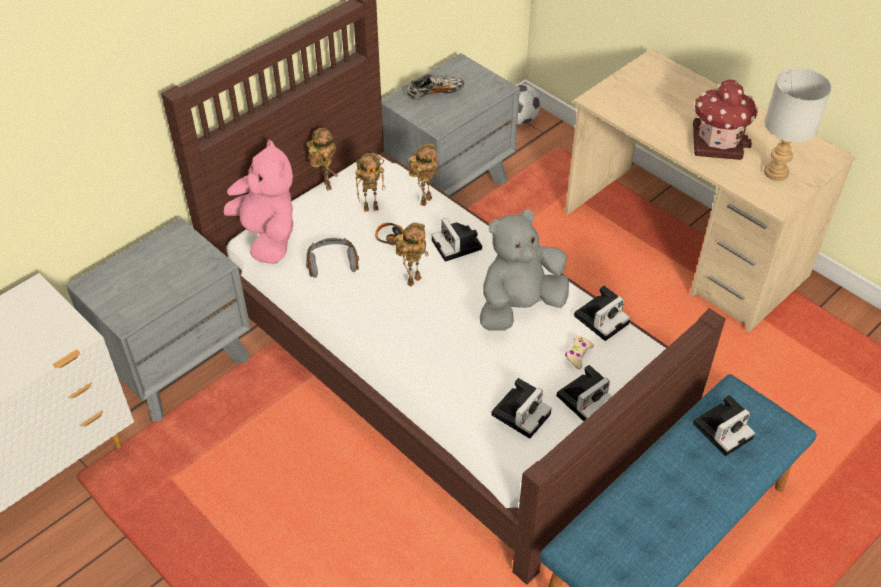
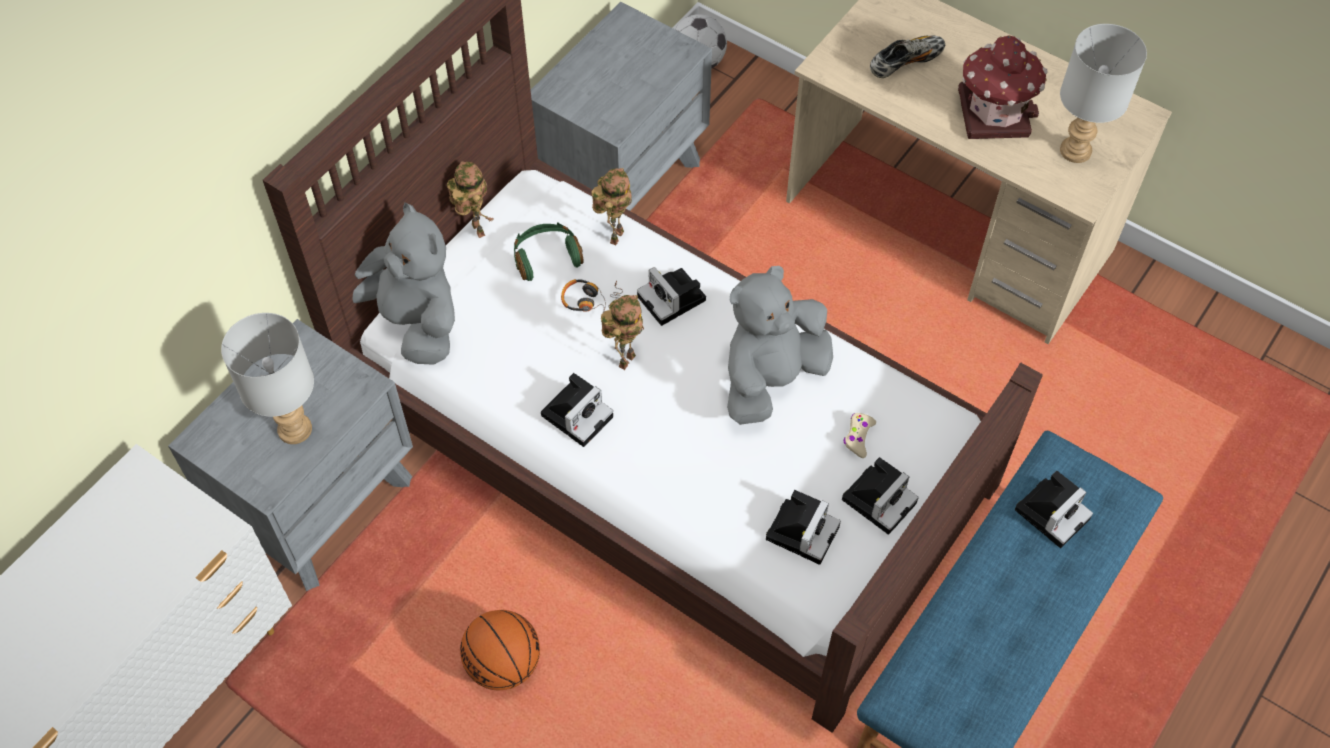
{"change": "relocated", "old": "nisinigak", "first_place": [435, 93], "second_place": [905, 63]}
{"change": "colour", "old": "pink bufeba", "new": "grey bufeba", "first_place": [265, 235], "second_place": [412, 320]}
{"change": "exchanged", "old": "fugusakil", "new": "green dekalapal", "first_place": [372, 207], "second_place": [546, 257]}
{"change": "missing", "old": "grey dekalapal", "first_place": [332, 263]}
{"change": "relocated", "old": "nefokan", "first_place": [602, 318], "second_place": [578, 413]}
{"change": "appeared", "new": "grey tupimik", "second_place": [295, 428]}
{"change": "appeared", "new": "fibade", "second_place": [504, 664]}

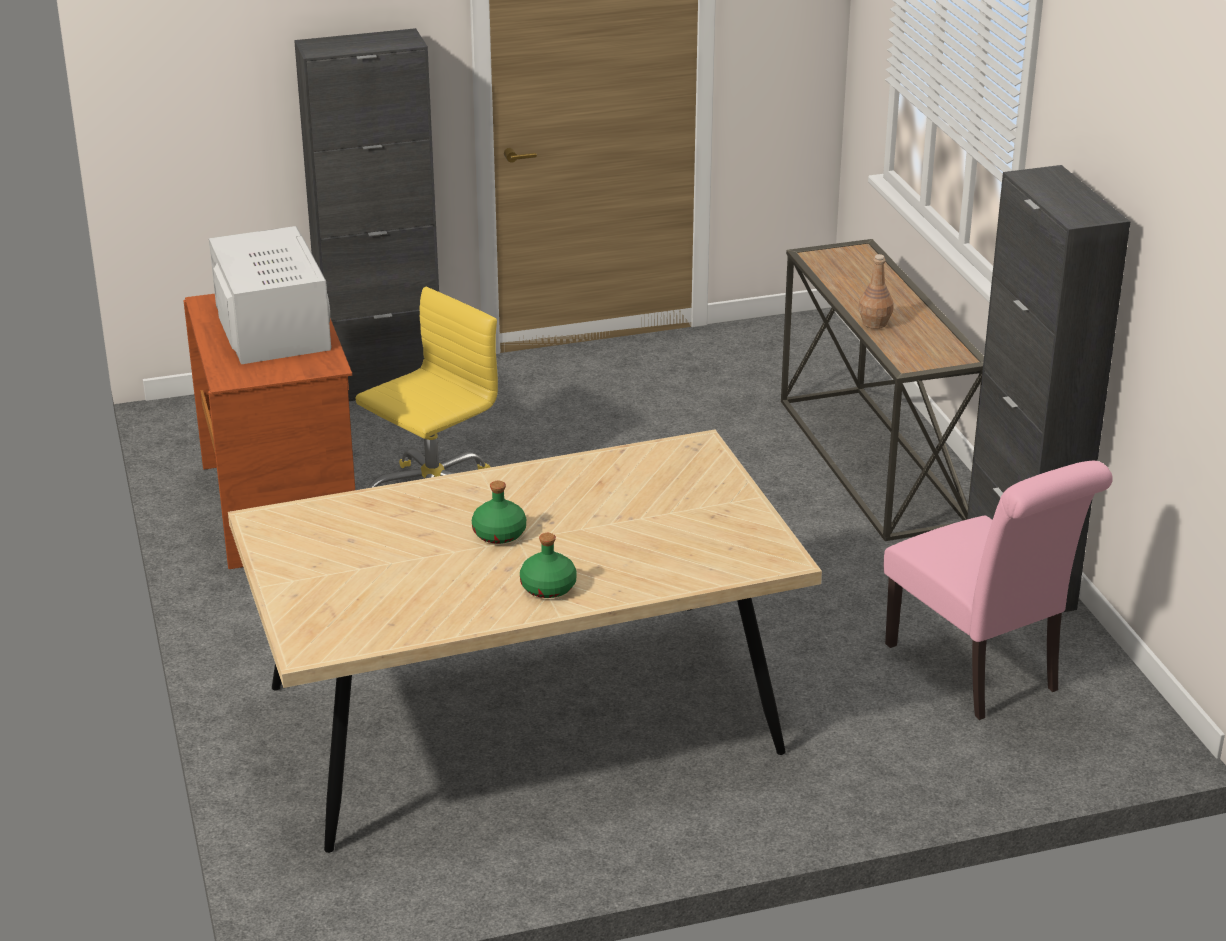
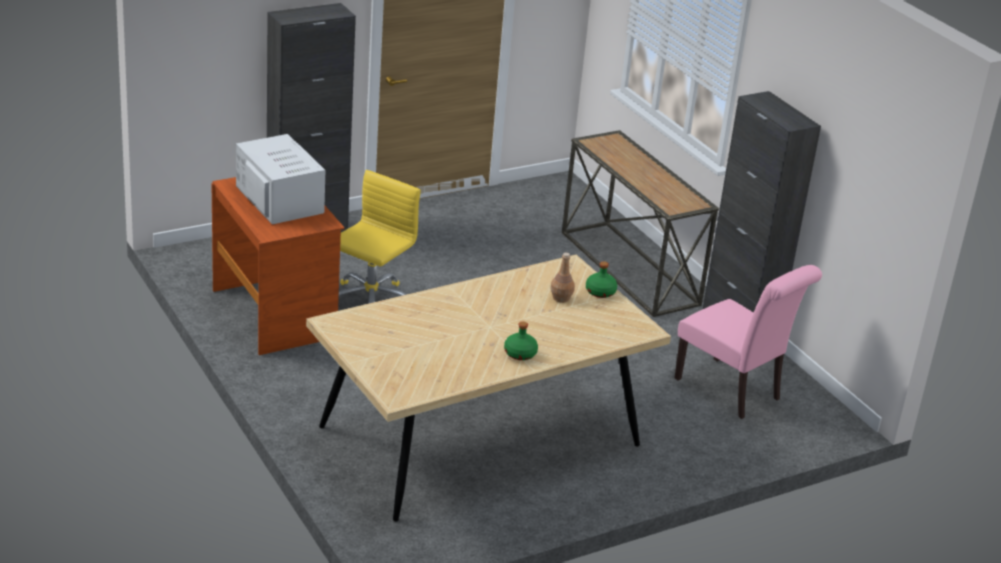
{"change": "relocated", "old": "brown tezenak", "first_place": [875, 323], "second_place": [561, 298]}
{"change": "relocated", "old": "green tezenak", "first_place": [499, 534], "second_place": [600, 292]}

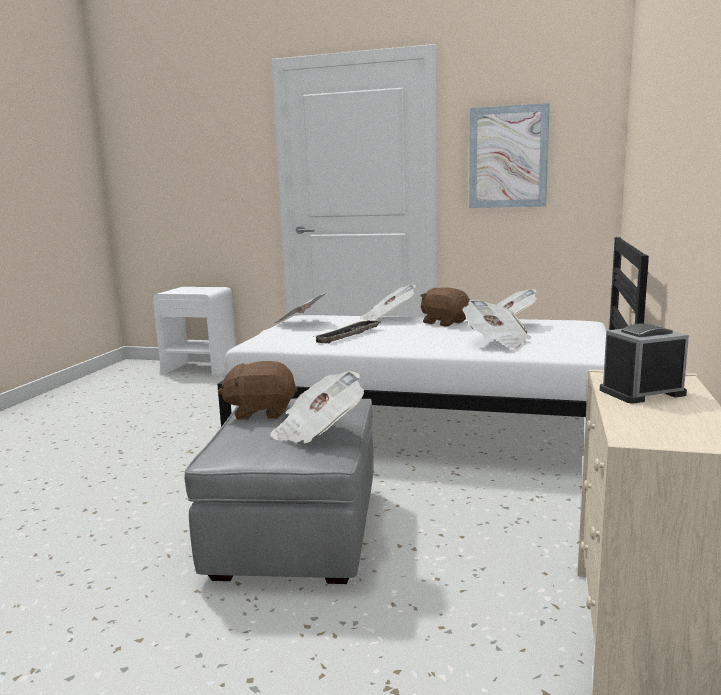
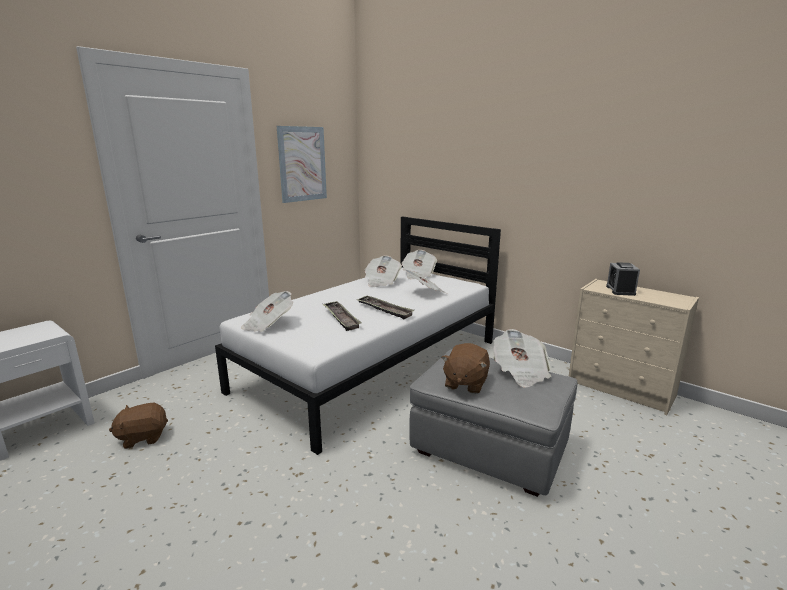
{"change": "relocated", "old": "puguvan", "first_place": [388, 318], "second_place": [418, 274]}
{"change": "relocated", "old": "brown bufeba", "first_place": [444, 322], "second_place": [143, 437]}
{"change": "appeared", "new": "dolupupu", "second_place": [384, 310]}

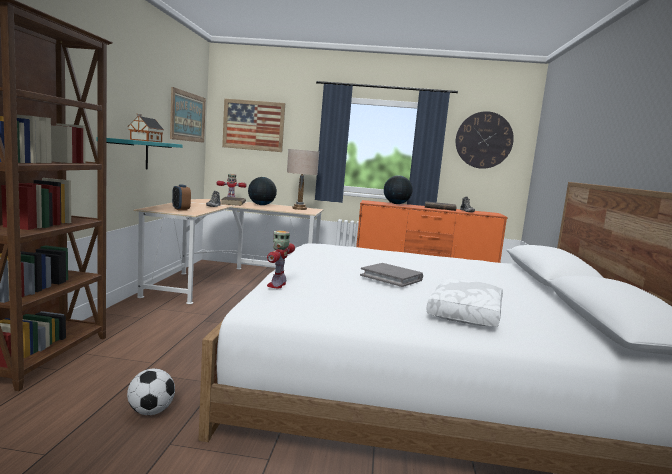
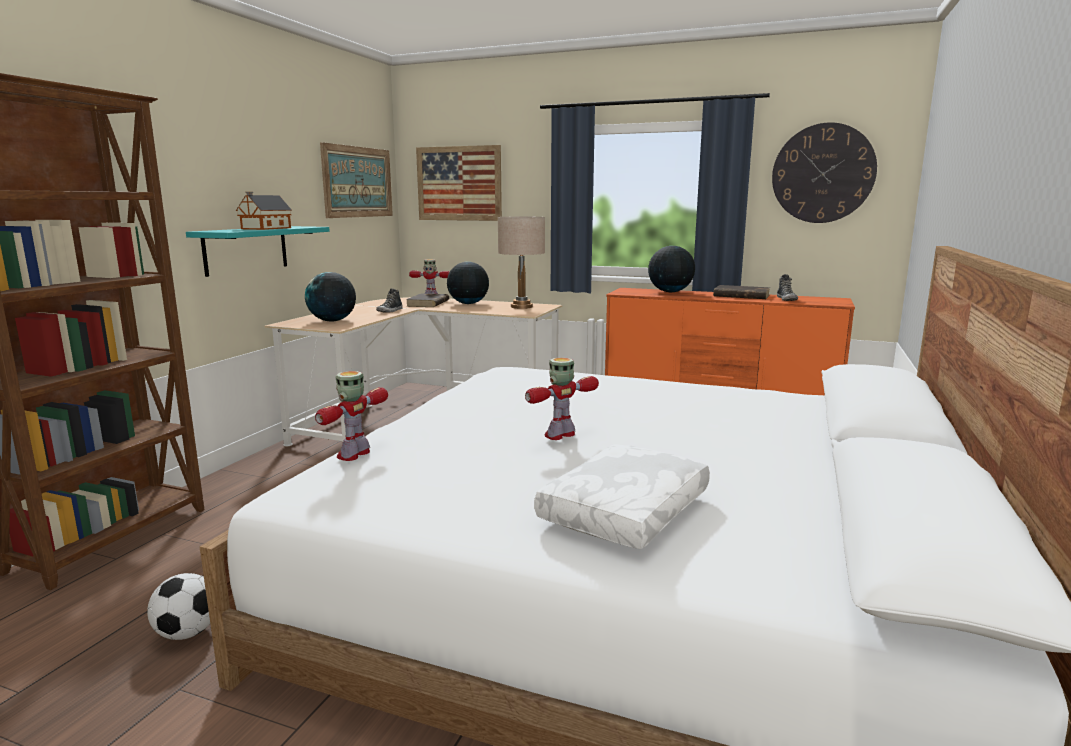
{"change": "exchanged", "old": "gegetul", "new": "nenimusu", "first_place": [181, 209], "second_place": [332, 321]}
{"change": "exchanged", "old": "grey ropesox", "new": "fugusakil", "first_place": [391, 277], "second_place": [560, 435]}

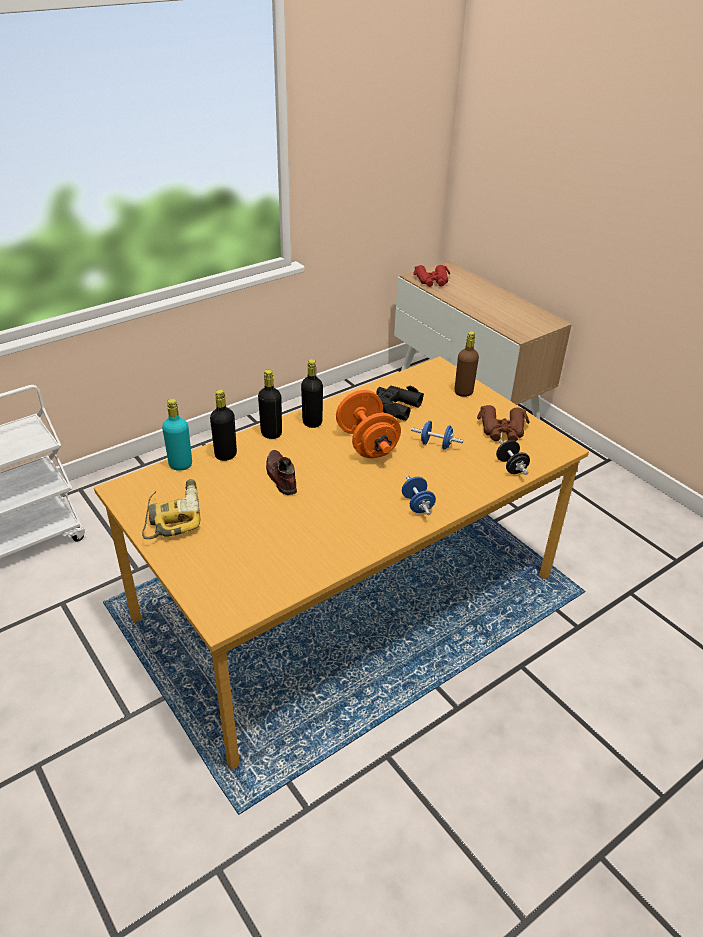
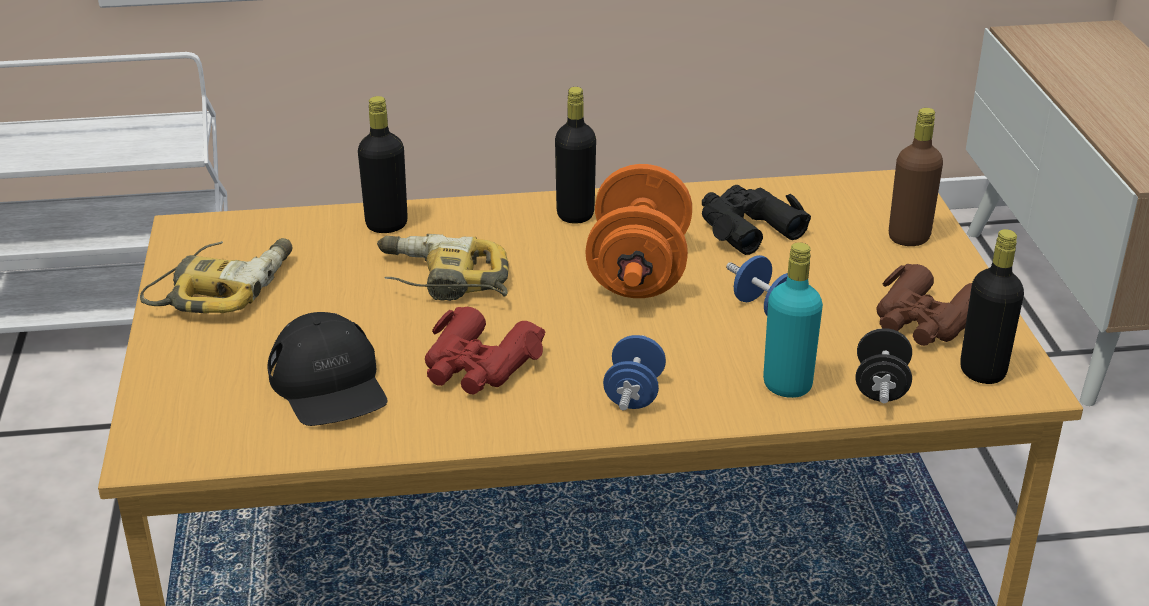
{"change": "relocated", "old": "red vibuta", "first_place": [432, 281], "second_place": [478, 366]}
{"change": "relocated", "old": "black tezenak", "first_place": [271, 433], "second_place": [982, 372]}
{"change": "relocated", "old": "turquoise tezenak", "first_place": [180, 465], "second_place": [787, 386]}
{"change": "exchanged", "old": "brown nisinigak", "new": "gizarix", "first_place": [281, 477], "second_place": [442, 281]}
{"change": "appeared", "new": "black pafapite", "second_place": [329, 384]}

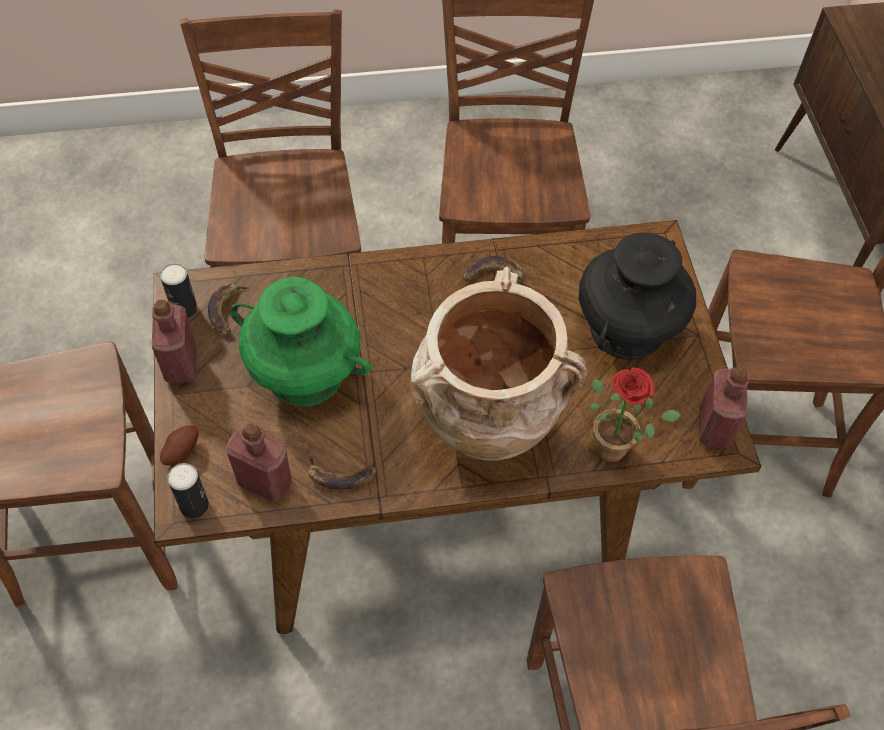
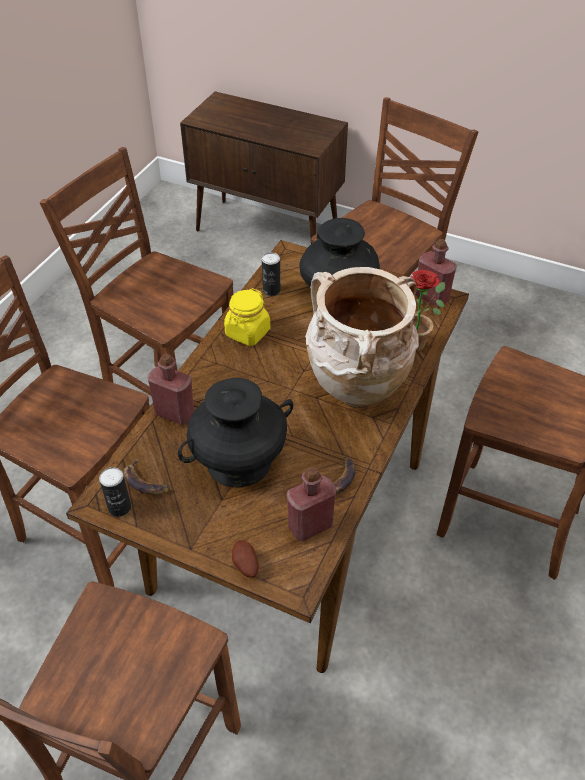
{"change": "exchanged", "old": "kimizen", "new": "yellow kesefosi", "first_place": [494, 276], "second_place": [247, 332]}
{"change": "colour", "old": "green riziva", "new": "black riziva", "first_place": [305, 374], "second_place": [240, 462]}
{"change": "relocated", "old": "red tezenak", "first_place": [181, 364], "second_place": [175, 413]}
{"change": "relocated", "old": "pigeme", "first_place": [194, 505], "second_place": [271, 290]}

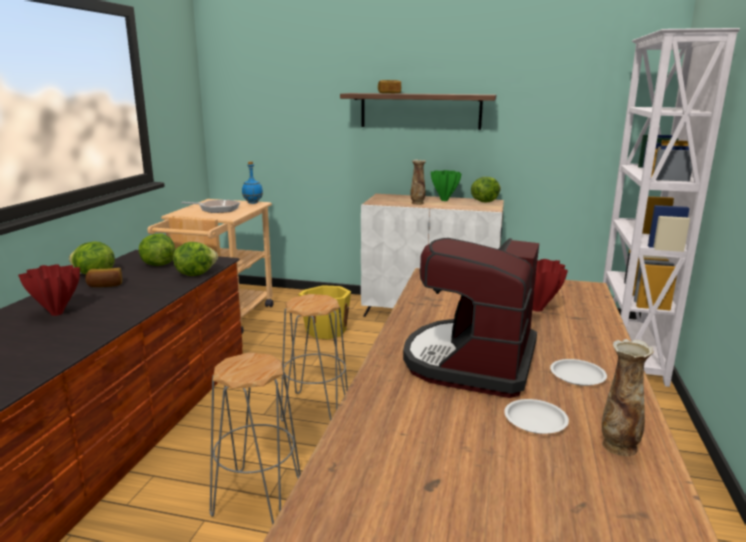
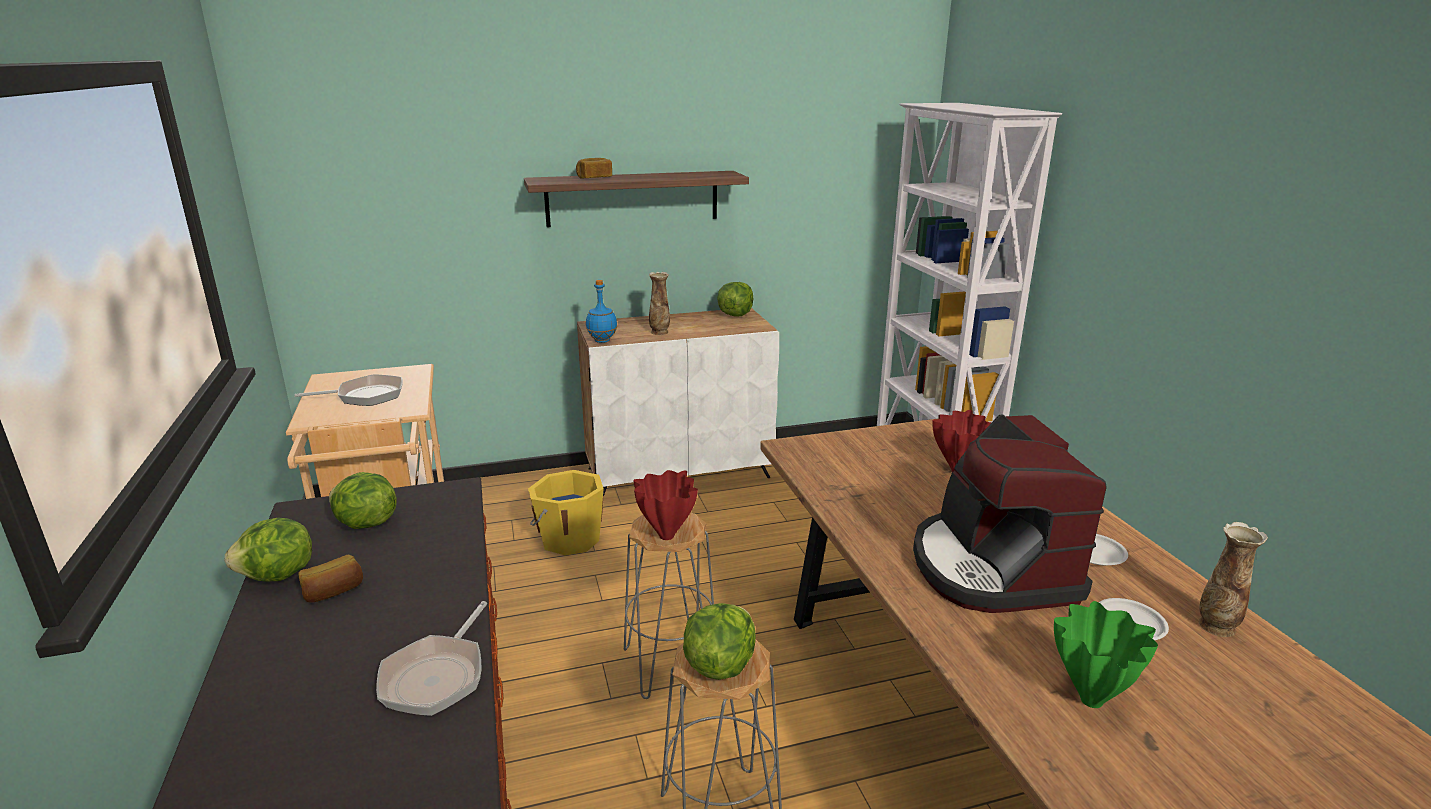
{"change": "relocated", "old": "blue tezenak", "first_place": [253, 203], "second_place": [602, 341]}
{"change": "relocated", "old": "green riziva", "first_place": [444, 200], "second_place": [1091, 699]}
{"change": "relocated", "old": "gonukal", "first_place": [195, 274], "second_place": [719, 665]}
{"change": "relocated", "old": "red riziva", "first_place": [55, 313], "second_place": [665, 537]}
{"change": "appeared", "new": "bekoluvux", "second_place": [437, 676]}

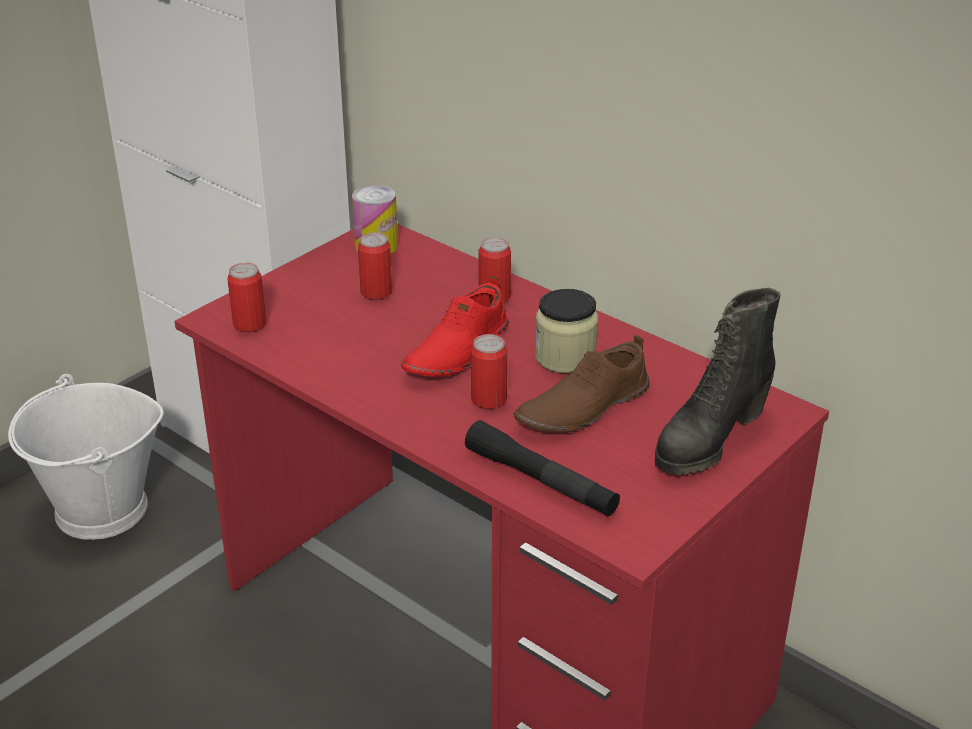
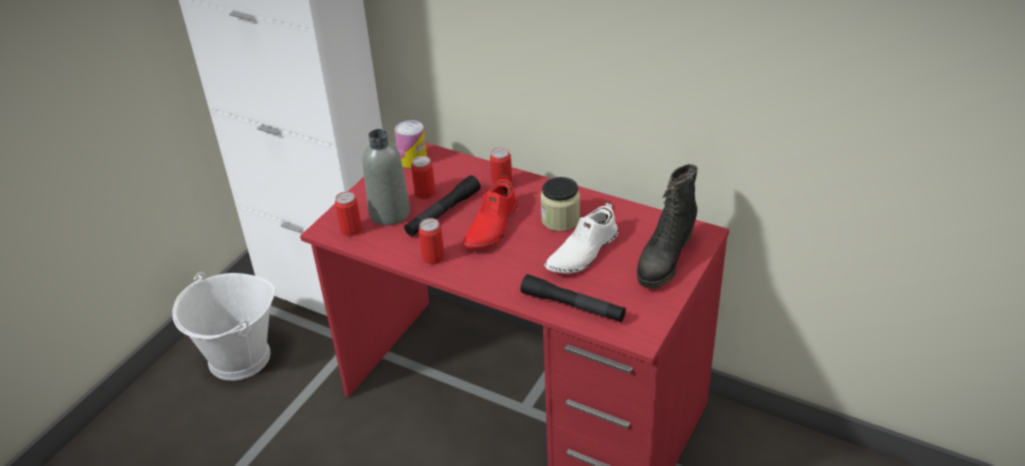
{"change": "relocated", "old": "pigeme", "first_place": [488, 399], "second_place": [433, 257]}
{"change": "colour", "old": "brown nisinigak", "new": "white nisinigak", "first_place": [582, 407], "second_place": [582, 252]}
{"change": "appeared", "new": "grey tezenak", "second_place": [389, 213]}
{"change": "appeared", "new": "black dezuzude", "second_place": [443, 213]}

